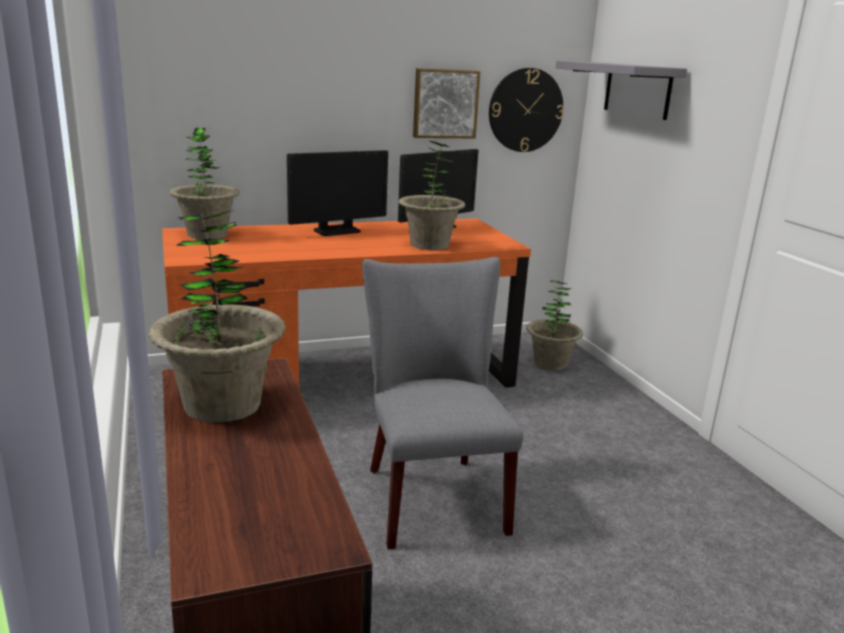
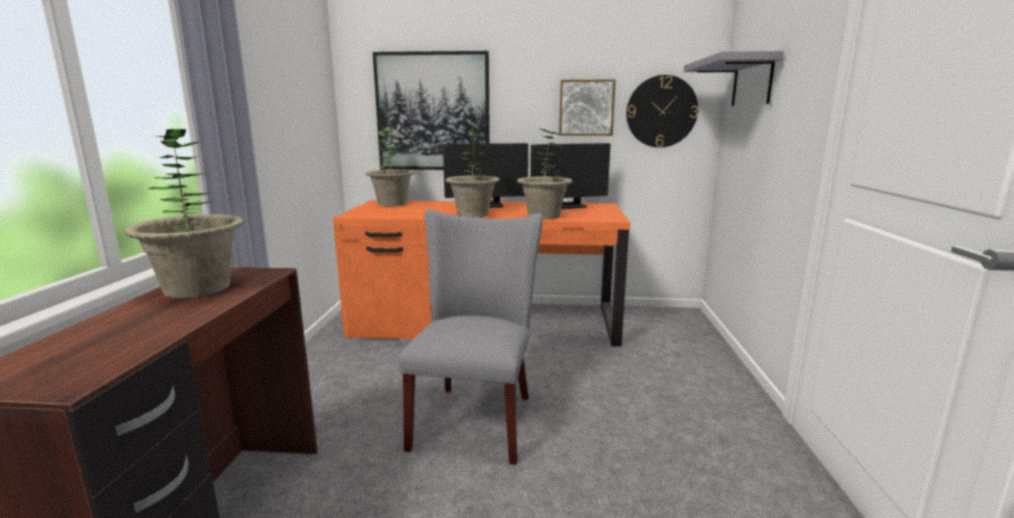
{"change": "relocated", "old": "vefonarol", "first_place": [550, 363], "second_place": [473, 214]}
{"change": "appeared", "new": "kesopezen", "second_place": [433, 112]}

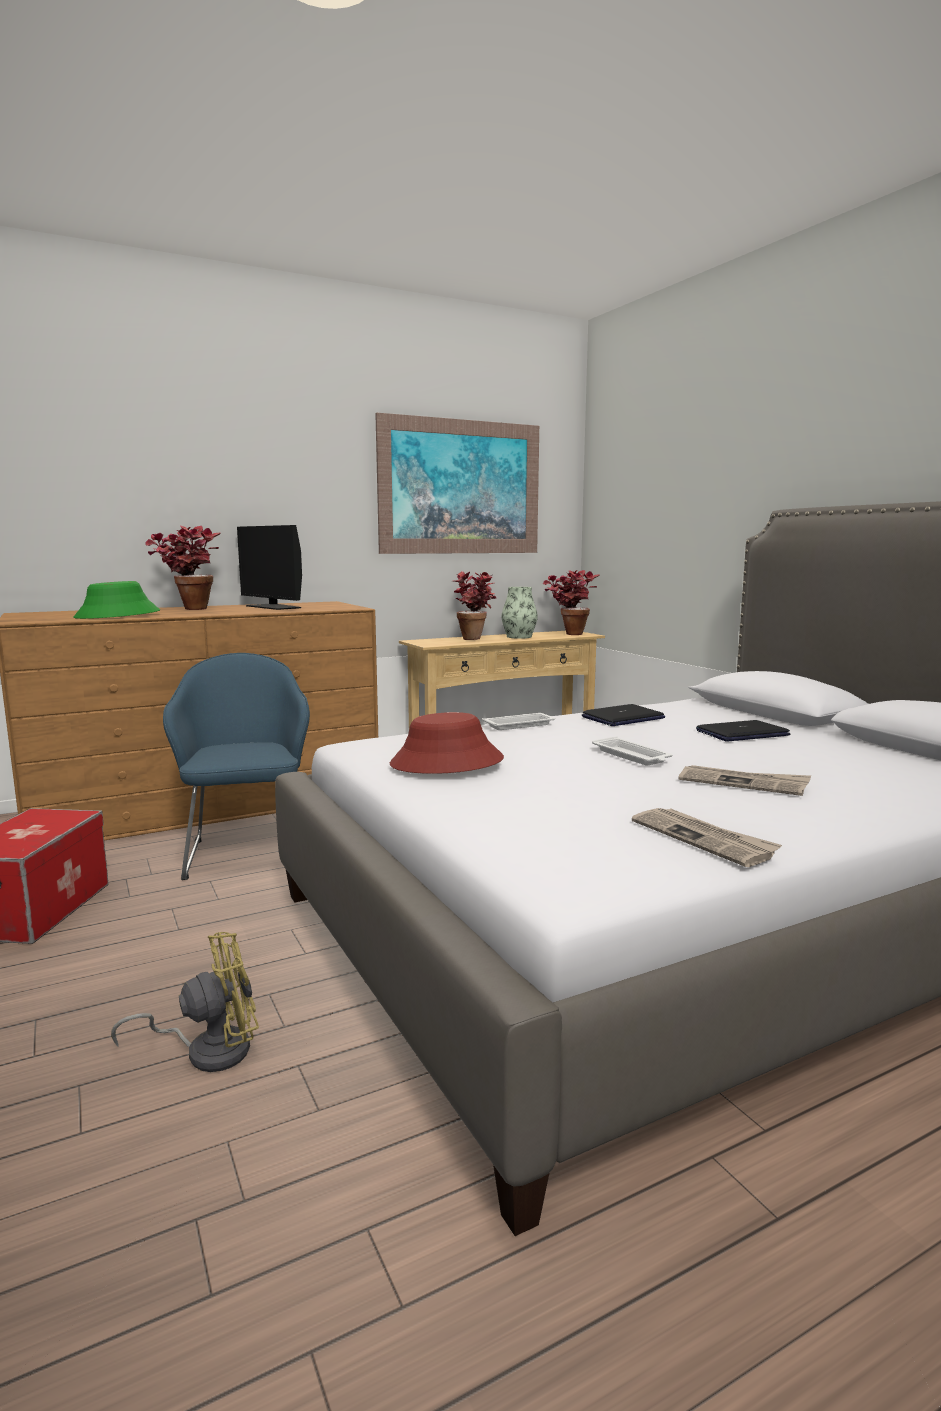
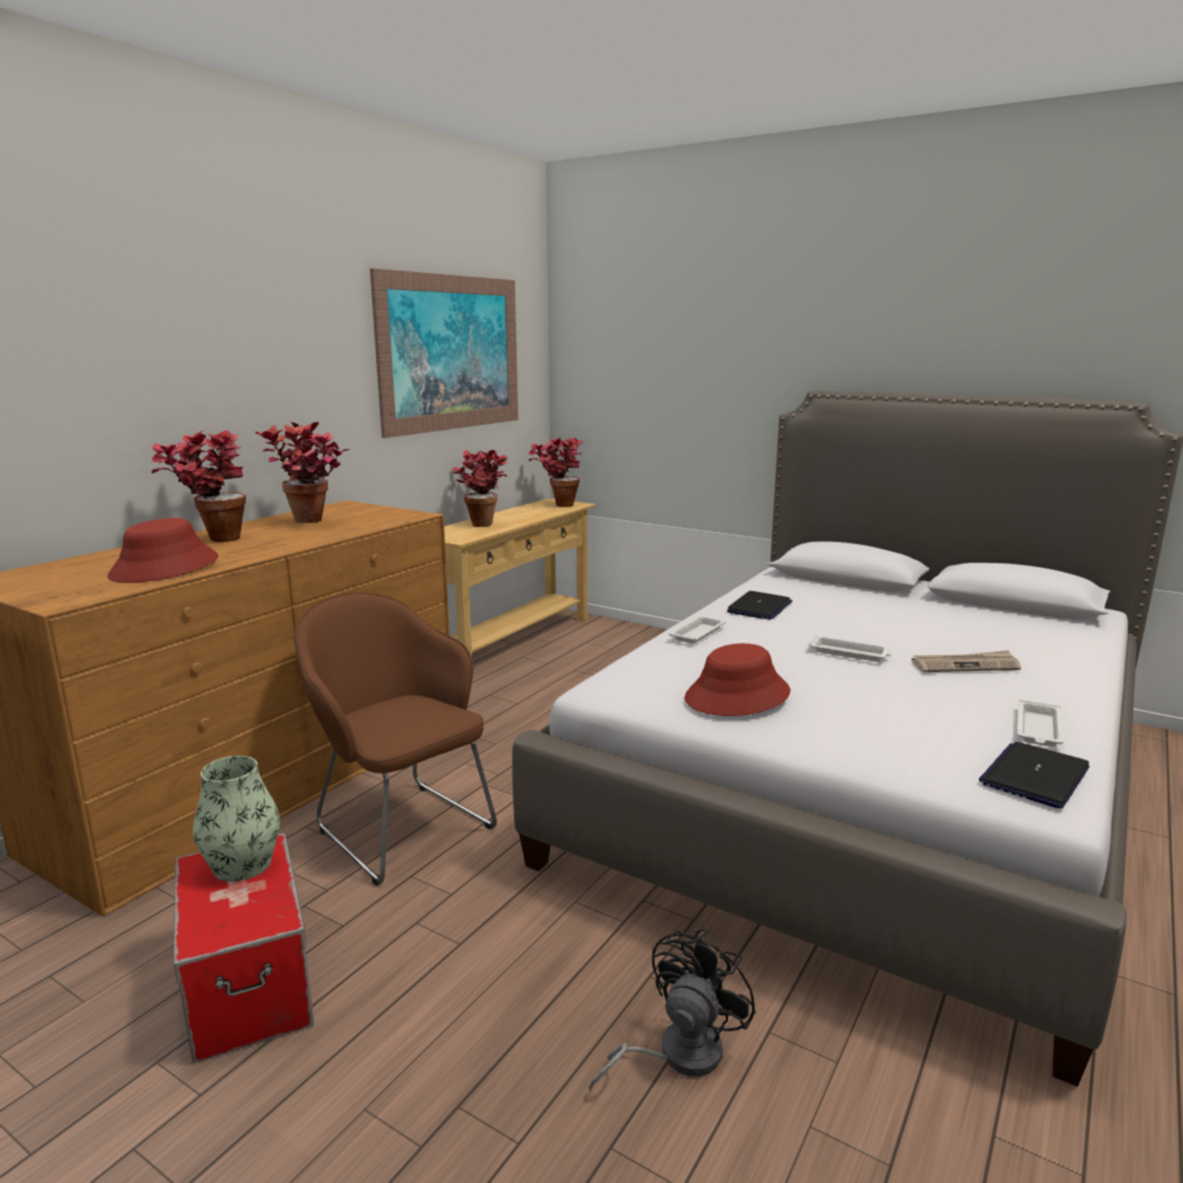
{"change": "exchanged", "old": "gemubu", "new": "vefonarol", "first_place": [273, 607], "second_place": [312, 523]}
{"change": "colour", "old": "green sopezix", "new": "red sopezix", "first_place": [118, 615], "second_place": [165, 568]}
{"change": "relocated", "old": "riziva", "first_place": [519, 637], "second_place": [242, 865]}
{"change": "colour", "old": "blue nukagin", "new": "brown nukagin", "first_place": [247, 850], "second_place": [400, 826]}
{"change": "relocated", "old": "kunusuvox", "first_place": [742, 733], "second_place": [1034, 776]}
{"change": "exchanged", "old": "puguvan", "new": "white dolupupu", "first_place": [703, 839], "second_place": [1038, 729]}
{"change": "colour", "old": "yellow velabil", "new": "black velabil", "first_place": [208, 1050], "second_place": [676, 1054]}

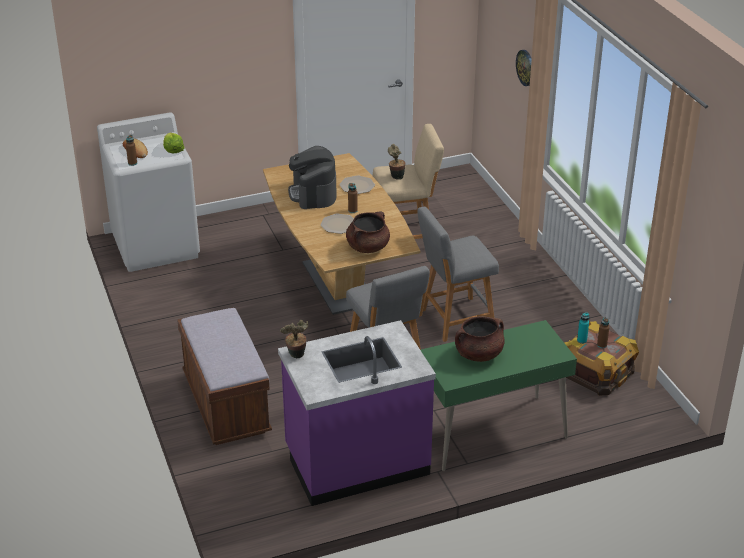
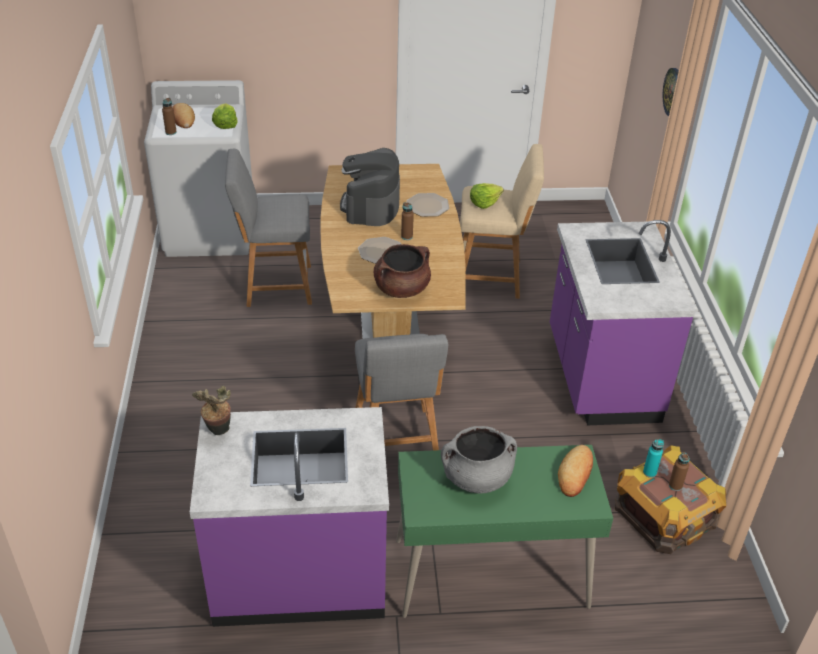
{"change": "exchanged", "old": "vefonarol", "new": "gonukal", "first_place": [396, 176], "second_place": [484, 202]}
{"change": "relocated", "old": "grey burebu", "first_place": [454, 320], "second_place": [274, 285]}
{"change": "missing", "old": "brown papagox", "first_place": [226, 405]}
{"change": "colour", "old": "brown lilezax", "new": "grey lilezax", "first_place": [478, 354], "second_place": [476, 478]}
{"change": "appeared", "new": "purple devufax", "second_place": [600, 376]}
{"change": "appeared", "new": "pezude", "second_place": [575, 473]}

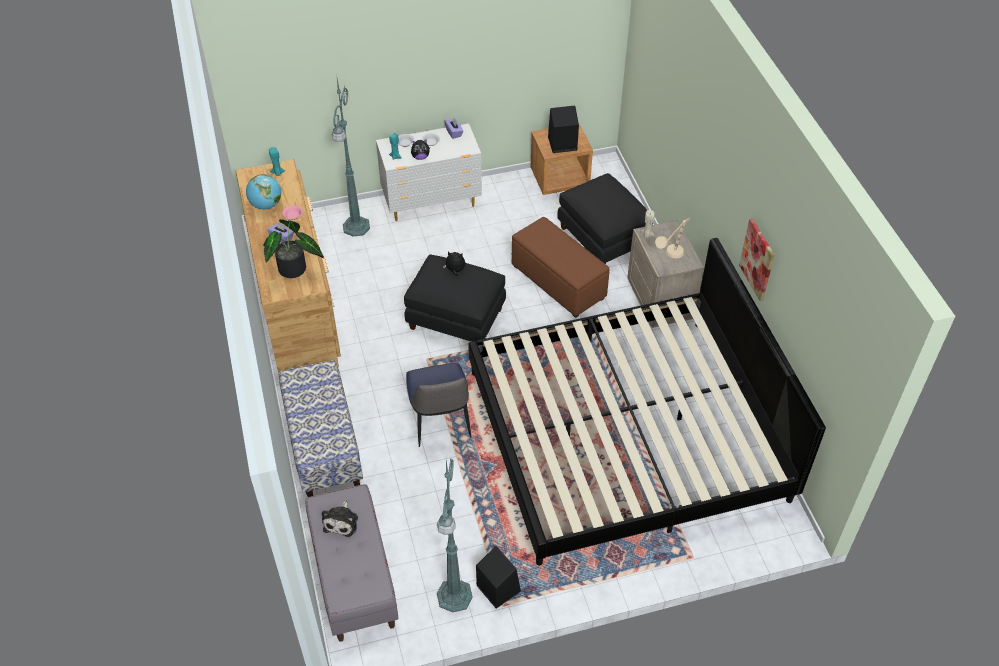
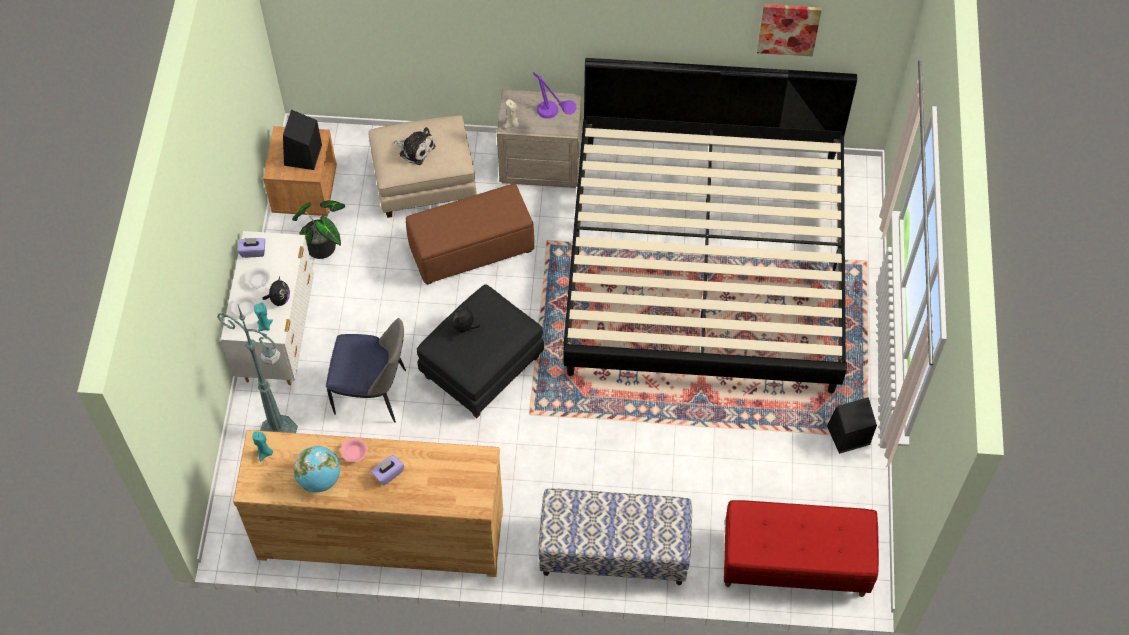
{"change": "colour", "old": "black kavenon", "new": "beige kavenon", "first_place": [603, 238], "second_place": [425, 183]}
{"change": "colour", "old": "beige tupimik", "new": "purple tupimik", "first_place": [669, 257], "second_place": [553, 117]}
{"change": "relocated", "old": "kesopezen", "first_place": [758, 259], "second_place": [788, 29]}
{"change": "relocated", "old": "vefonarol", "first_place": [294, 271], "second_place": [324, 246]}
{"change": "relocated", "old": "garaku", "first_place": [440, 422], "second_place": [373, 393]}
{"change": "missing", "old": "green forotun", "first_place": [454, 597]}
{"change": "colour", "old": "grey papagox", "new": "red papagox", "first_place": [354, 578], "second_place": [794, 564]}
{"change": "relocated", "old": "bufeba", "first_place": [342, 521], "second_place": [415, 149]}

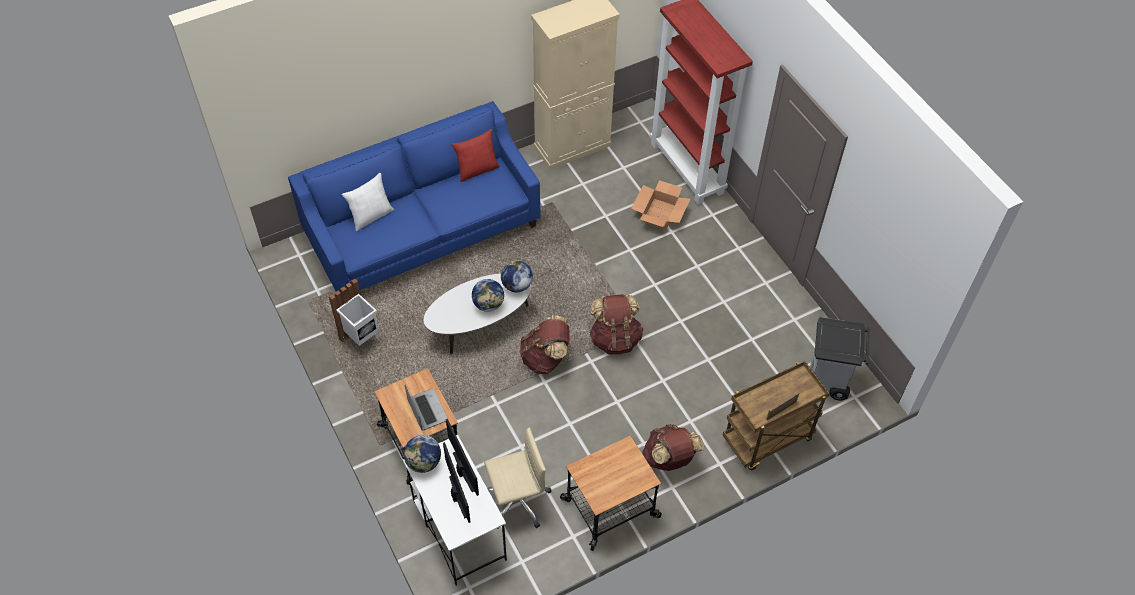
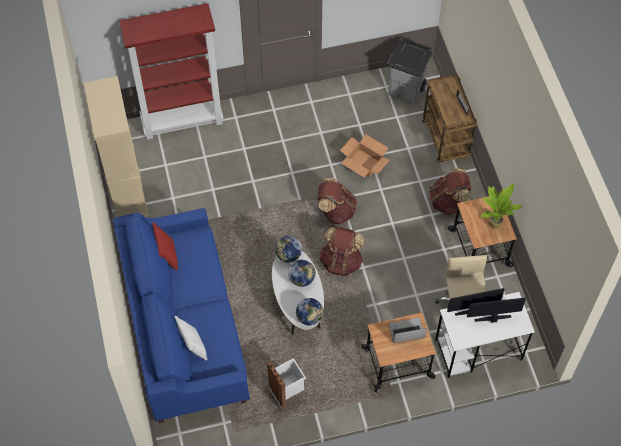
{"change": "relocated", "old": "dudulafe", "first_place": [659, 214], "second_place": [364, 163]}
{"change": "relocated", "old": "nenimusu", "first_place": [424, 462], "second_place": [309, 317]}
{"change": "appeared", "new": "vefonarol", "second_place": [493, 224]}

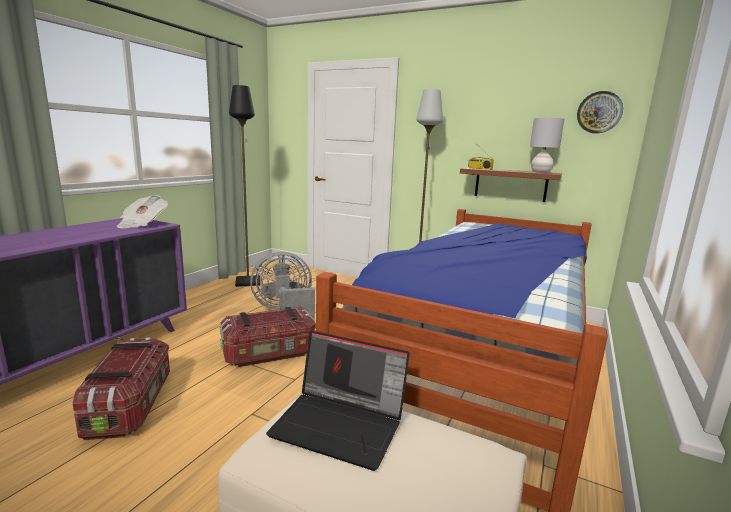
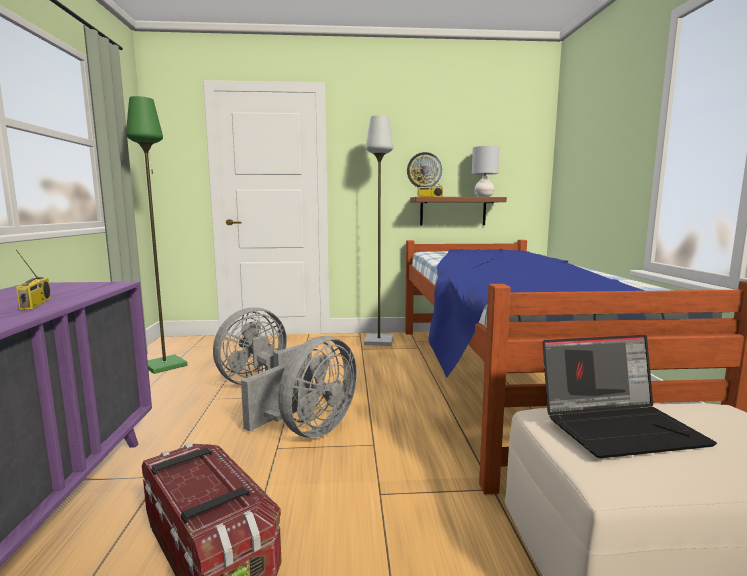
{"change": "colour", "old": "black forotun", "new": "green forotun", "first_place": [248, 282], "second_place": [165, 365]}
{"change": "relocated", "old": "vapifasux", "first_place": [599, 112], "second_place": [424, 170]}
{"change": "missing", "old": "puguvan", "first_place": [142, 224]}
{"change": "exchanged", "old": "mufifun", "new": "grey velabil", "first_place": [269, 354], "second_place": [309, 430]}
{"change": "appeared", "new": "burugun", "second_place": [36, 304]}

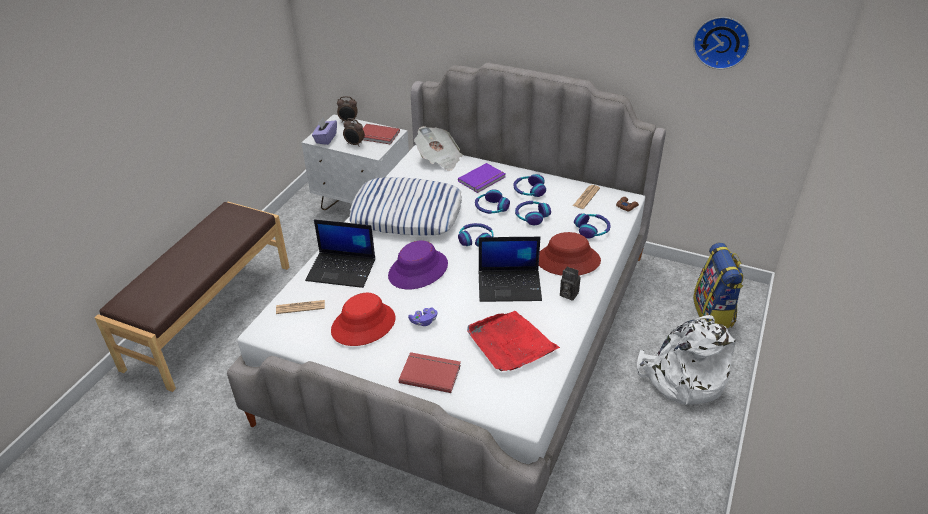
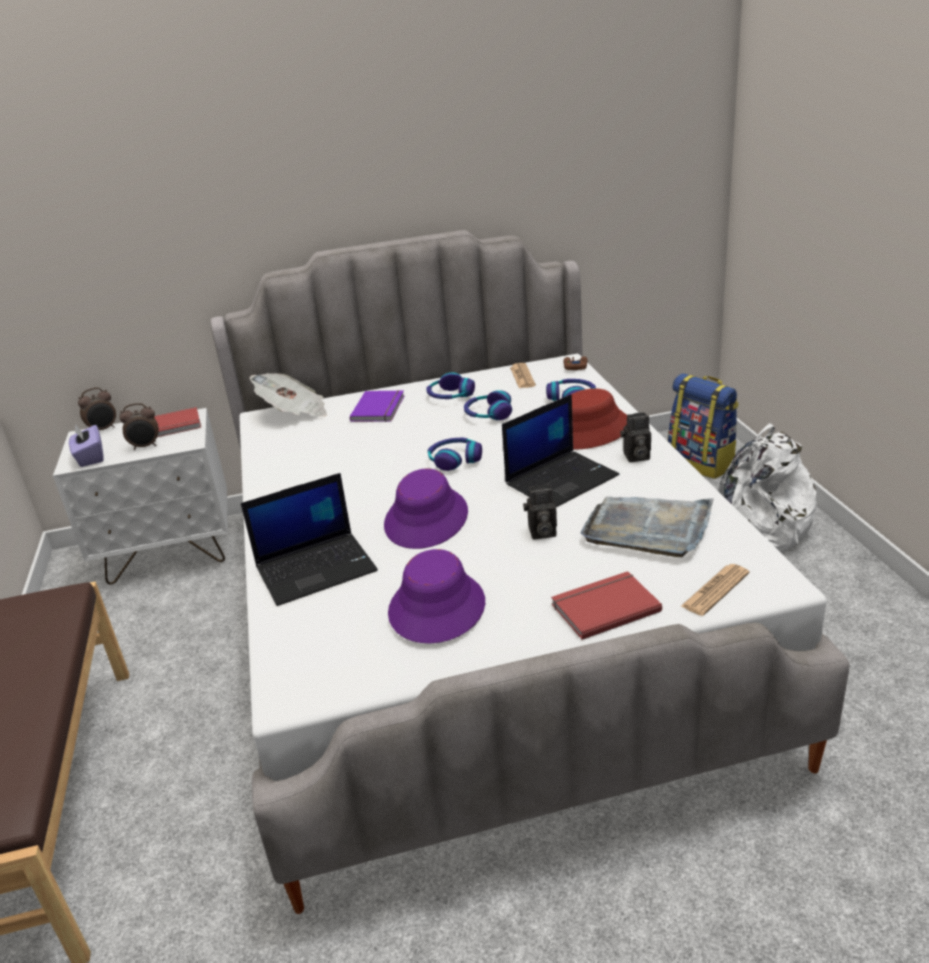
{"change": "missing", "old": "vapifasux", "first_place": [721, 41]}
{"change": "missing", "old": "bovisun", "first_place": [407, 214]}
{"change": "missing", "old": "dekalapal", "first_place": [491, 208]}
{"change": "colour", "old": "red sopezix", "new": "purple sopezix", "first_place": [363, 324], "second_place": [436, 608]}
{"change": "relocated", "old": "puguvan", "first_place": [300, 307], "second_place": [715, 590]}
{"change": "missing", "old": "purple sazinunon", "first_place": [424, 321]}
{"change": "colour", "old": "red dolupupu", "new": "grey dolupupu", "first_place": [510, 343], "second_place": [648, 528]}
{"change": "appeared", "new": "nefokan", "second_place": [541, 533]}

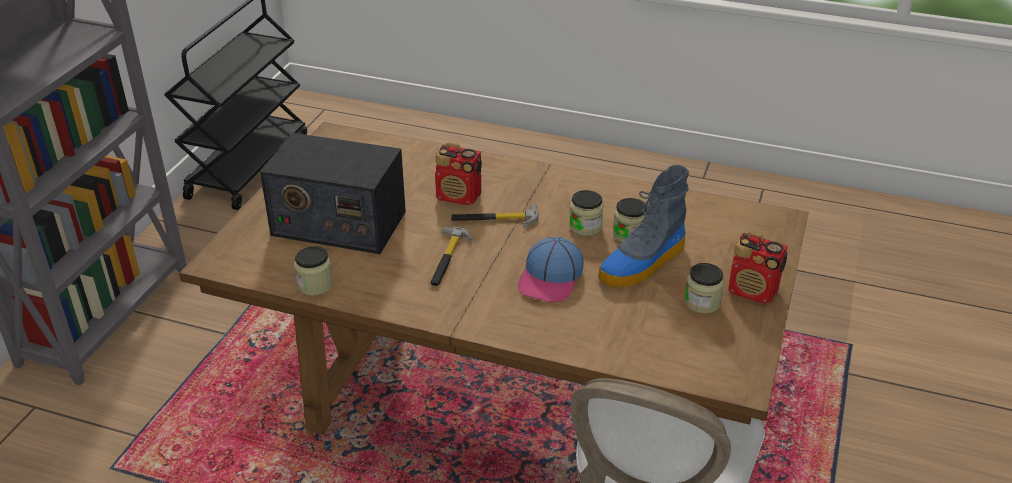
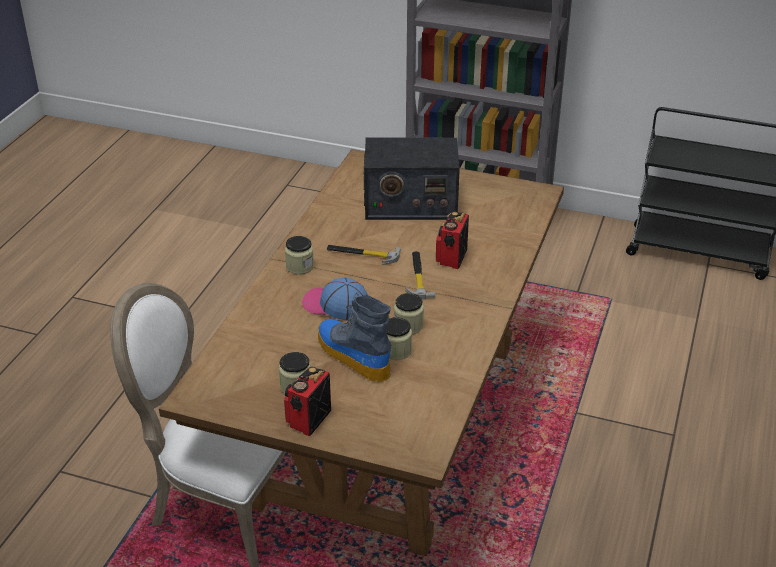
{"change": "spun", "old": "burugun", "first_place": [338, 223], "second_place": [410, 203], "degrees": -105}
{"change": "relocated", "old": "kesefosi", "first_place": [315, 285], "second_place": [300, 267]}

